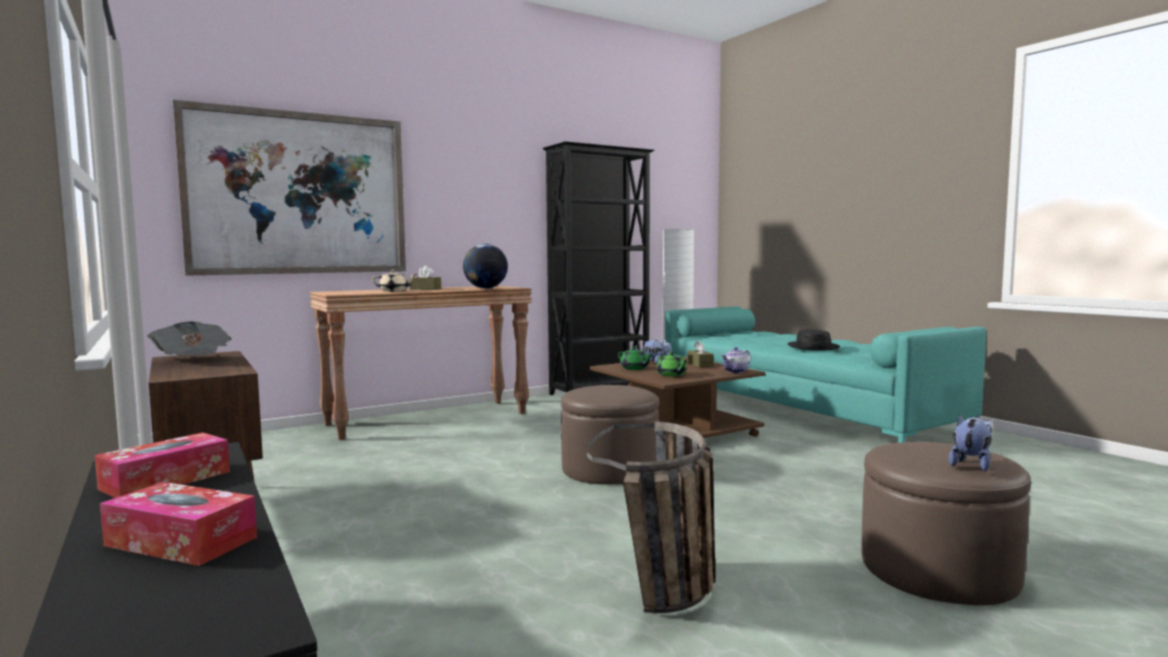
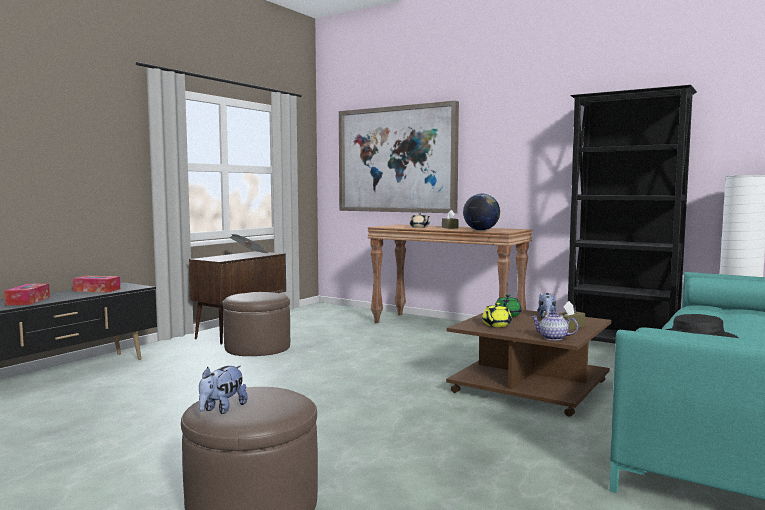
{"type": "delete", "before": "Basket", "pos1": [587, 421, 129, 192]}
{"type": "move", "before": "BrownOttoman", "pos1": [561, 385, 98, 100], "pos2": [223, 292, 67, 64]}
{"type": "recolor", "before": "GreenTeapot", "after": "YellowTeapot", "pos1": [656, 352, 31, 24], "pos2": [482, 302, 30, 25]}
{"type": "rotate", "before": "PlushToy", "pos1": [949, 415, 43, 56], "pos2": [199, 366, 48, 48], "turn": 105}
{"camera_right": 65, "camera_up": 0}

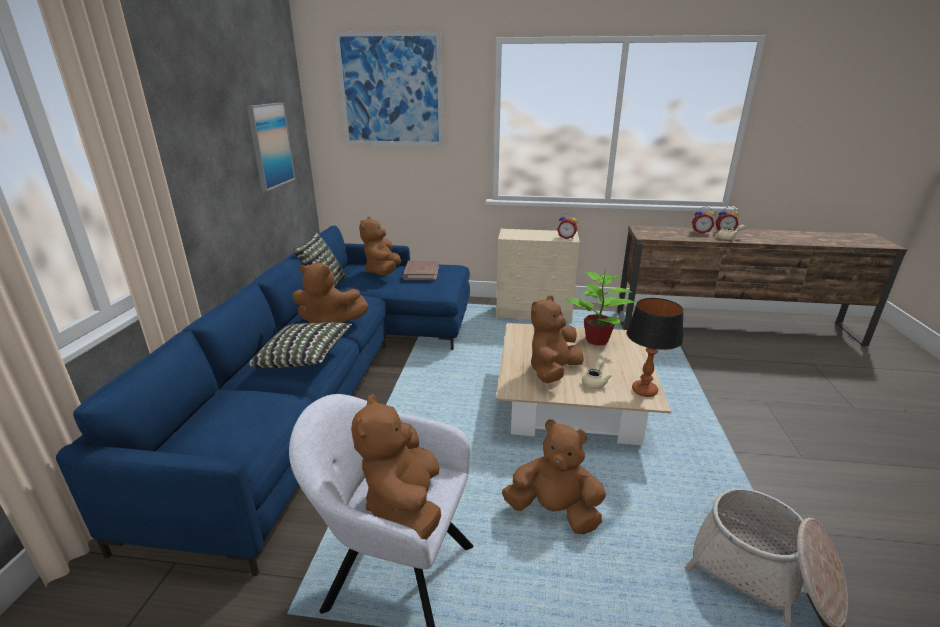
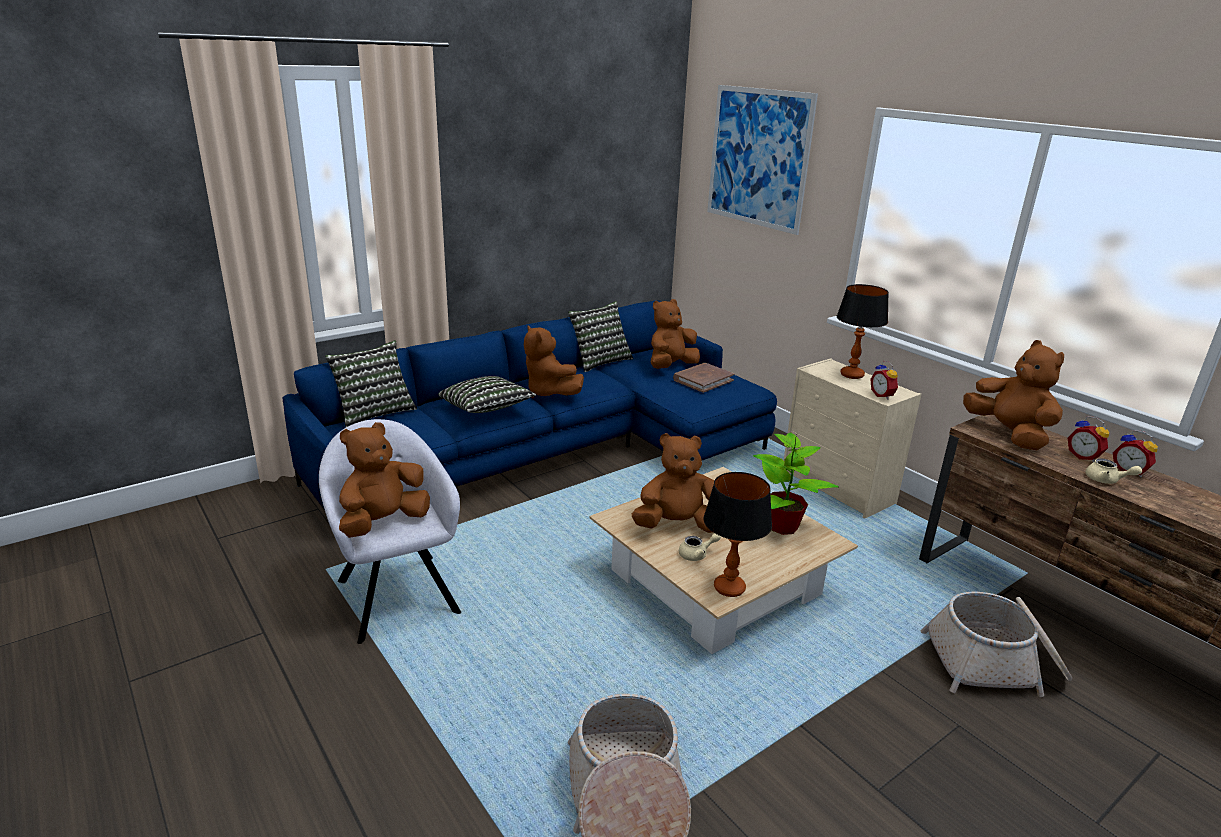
{"type": "delete", "before": "Picture", "pos1": [247, 103, 48, 88]}
{"type": "insert", "after": "Pillow", "pos2": [325, 340, 92, 87]}
{"type": "insert", "after": "TableLamp", "pos2": [837, 284, 52, 95]}
{"type": "insert", "after": "Basket", "pos2": [920, 592, 152, 105]}
{"type": "move", "before": "BrownPlushToy", "pos1": [502, 419, 104, 115], "pos2": [963, 340, 101, 110]}
{"camera_right": 45, "camera_up": 0}

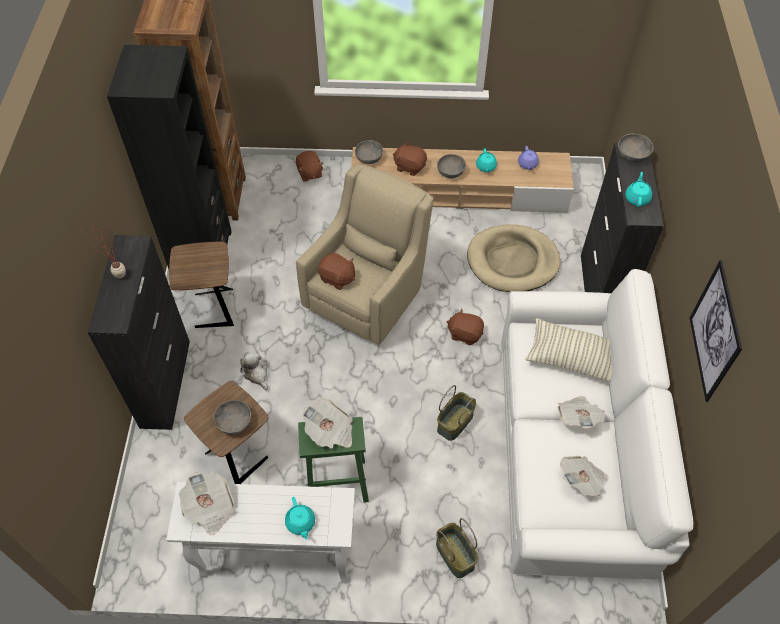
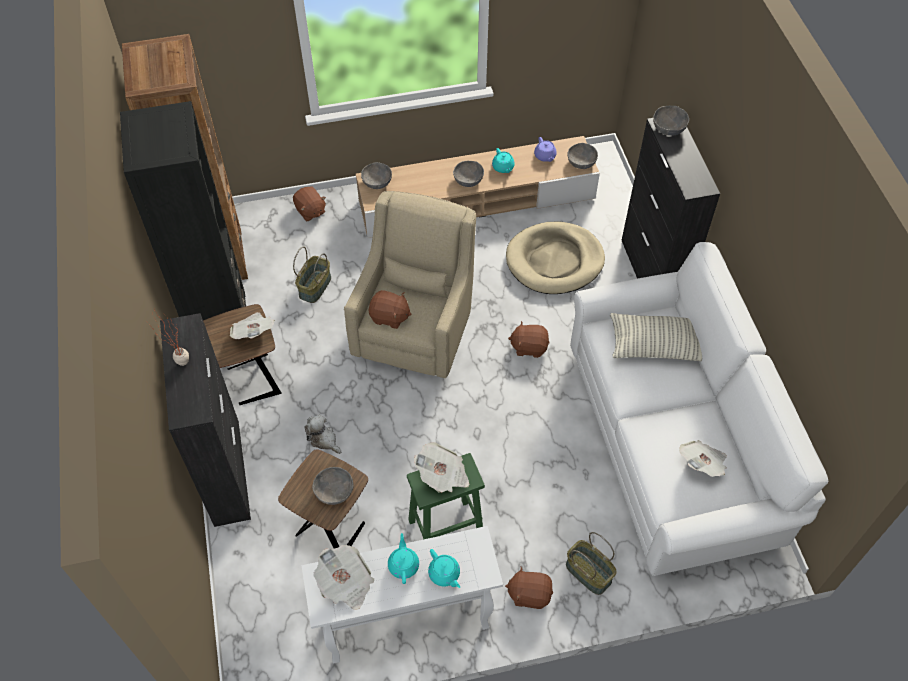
{"type": "delete", "before": "Picture", "pos1": [690, 260, 52, 142]}
{"type": "insert", "after": "GreyBowl", "pos2": [568, 143, 30, 26]}
{"type": "move", "before": "BrownPlushToy", "pos1": [393, 142, 34, 34], "pos2": [505, 567, 48, 42]}
{"type": "move", "before": "Basket", "pos1": [437, 385, 39, 56], "pos2": [293, 247, 38, 56]}
{"type": "move", "before": "Newspaper", "pos1": [558, 396, 47, 33], "pos2": [230, 312, 45, 27]}
{"type": "move", "before": "TurquoiseTeapot", "pos1": [625, 172, 27, 35], "pos2": [388, 533, 31, 51]}
{"camera_right": -15, "camera_up": 0}

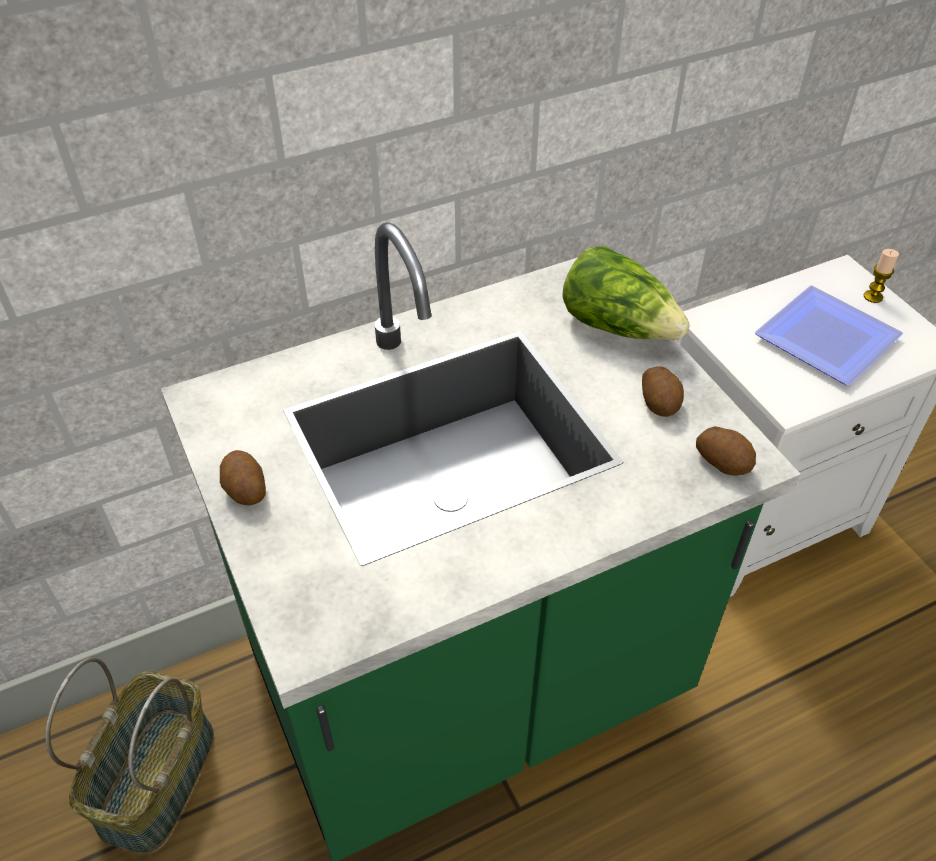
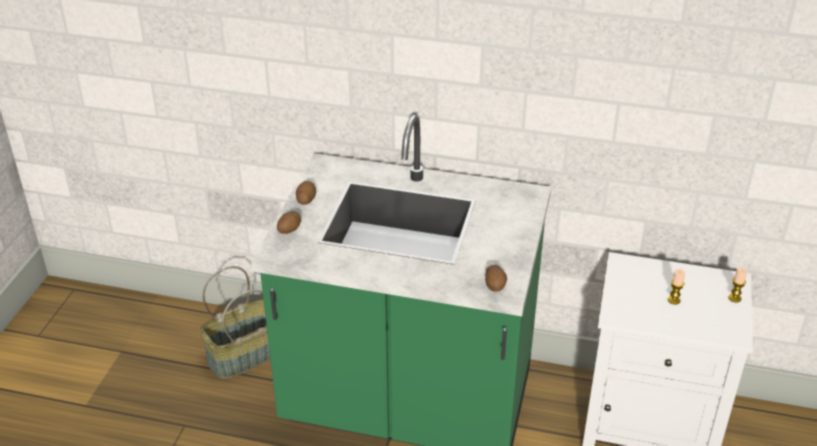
{"type": "delete", "before": "Lettuce", "pos1": [562, 246, 128, 94]}
{"type": "move", "before": "Potato", "pos1": [642, 366, 42, 51], "pos2": [277, 211, 24, 23]}
{"type": "replace", "before": "Plate", "after": "Candle", "pos1": [755, 285, 148, 100], "pos2": [668, 269, 17, 36]}
{"camera_right": 40, "camera_up": -10}

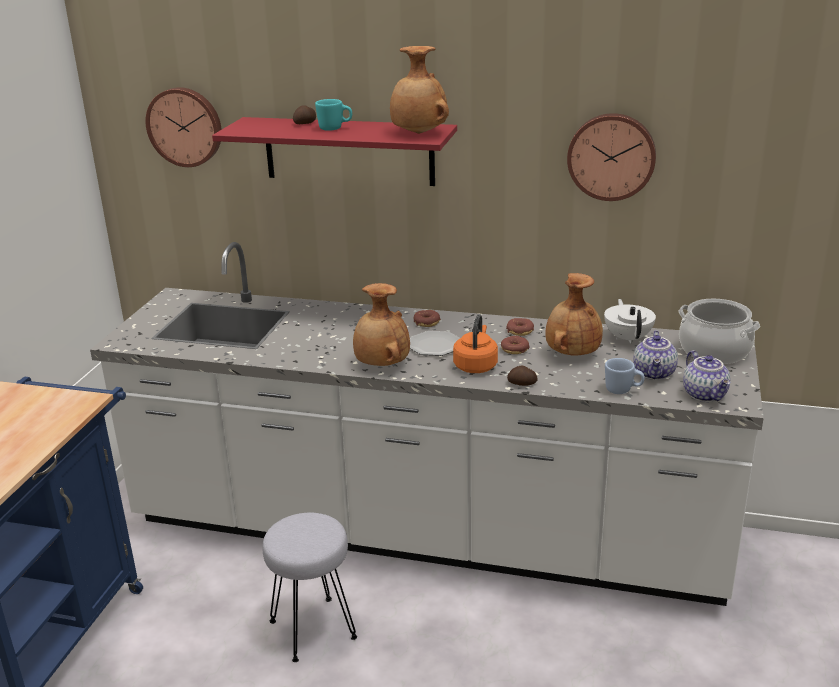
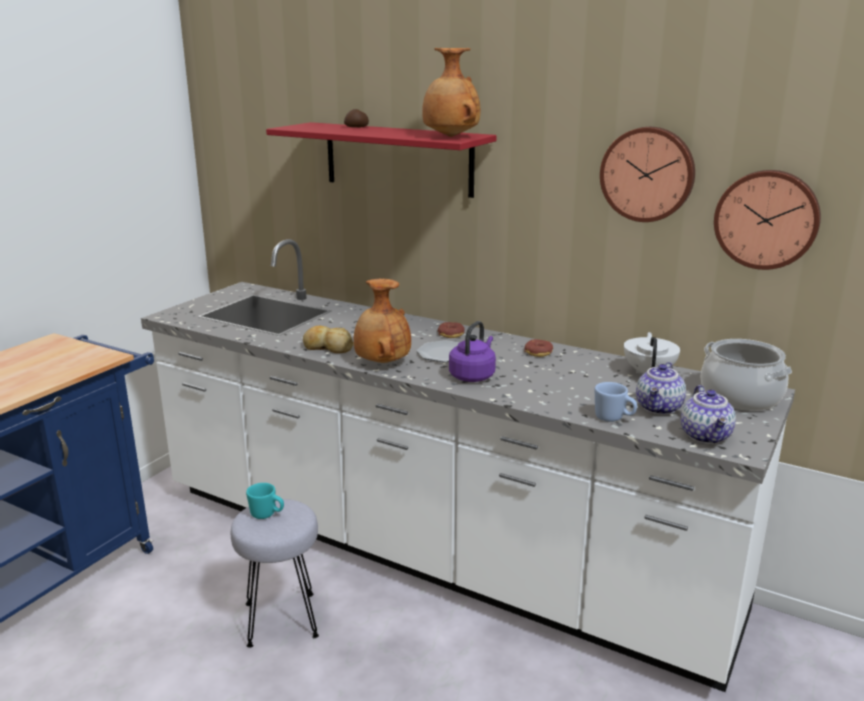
{"type": "delete", "before": "Donut", "pos1": [501, 336, 29, 18]}
{"type": "delete", "before": "Potato", "pos1": [507, 365, 31, 21]}
{"type": "delete", "before": "BrownVase", "pos1": [546, 273, 57, 83]}
{"type": "insert", "after": "Bread", "pos2": [303, 326, 51, 27]}
{"type": "move", "before": "WallClock", "pos1": [145, 87, 77, 80], "pos2": [714, 170, 107, 100]}
{"type": "move", "before": "TurquoiseMug", "pos1": [315, 99, 37, 32], "pos2": [246, 483, 38, 36]}
{"type": "recolor", "before": "OrangeKettle", "after": "PurpleKettle", "pos1": [453, 314, 45, 59], "pos2": [449, 321, 47, 61]}
{"camera_right": 15, "camera_up": -5}

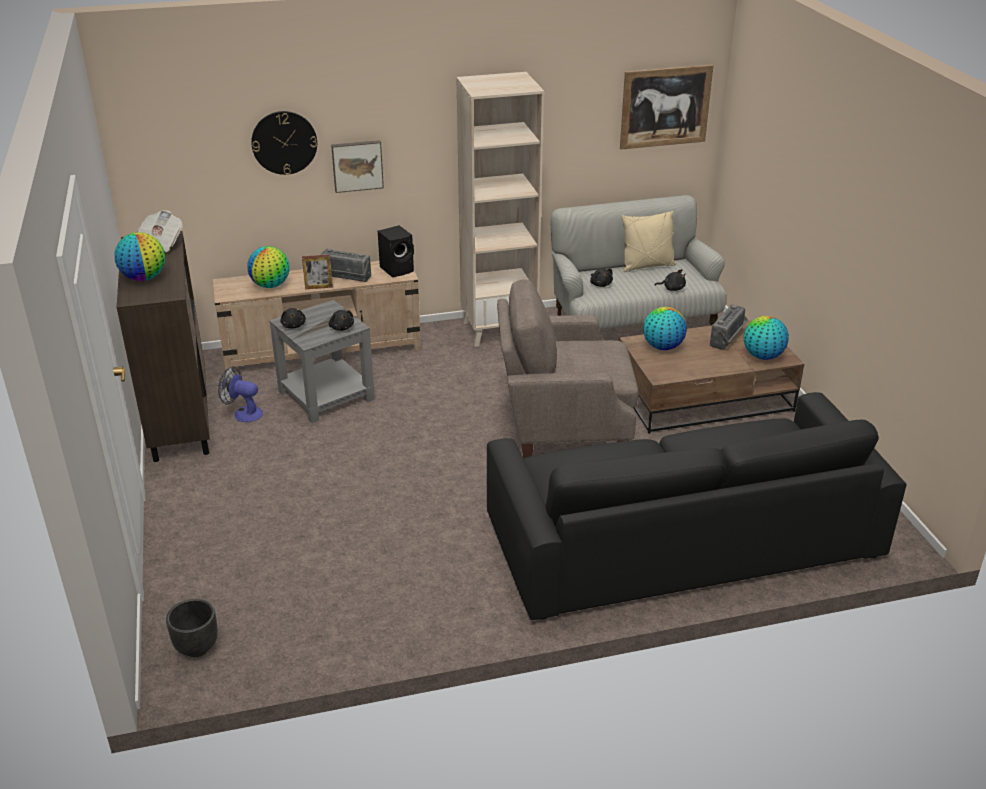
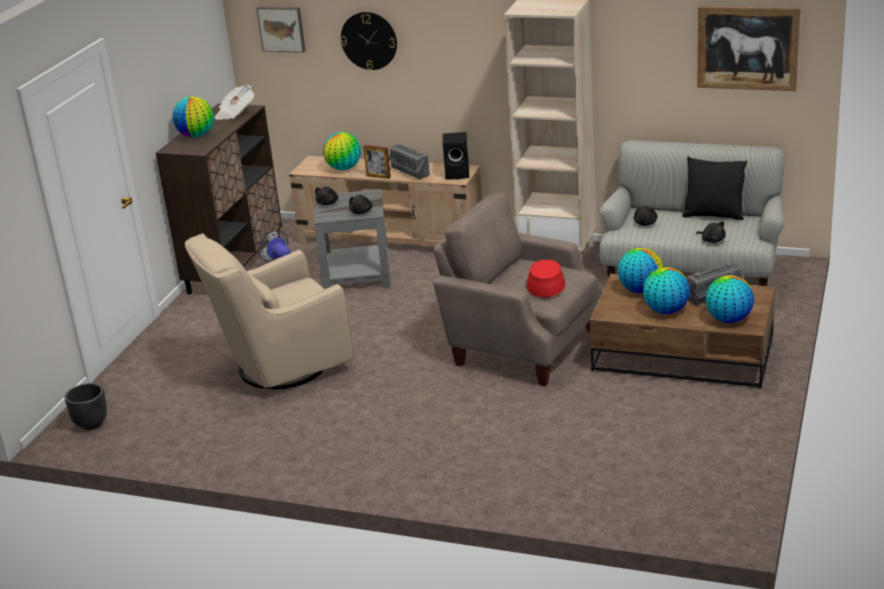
{"type": "delete", "before": "BlackSofa", "pos1": [487, 392, 420, 228]}
{"type": "insert", "after": "BeigeArmchair", "pos2": [185, 233, 169, 157]}
{"type": "insert", "after": "RedHat", "pos2": [527, 260, 38, 37]}
{"type": "insert", "after": "Globe", "pos2": [643, 267, 47, 47]}
{"type": "move", "before": "Picture", "pos1": [331, 140, 53, 53], "pos2": [257, 6, 49, 47]}
{"type": "recolor", "before": "BeigePillow", "after": "BlackPillow", "pos1": [622, 211, 54, 61], "pos2": [682, 157, 65, 63]}
{"camera_right": 35, "camera_up": -5}

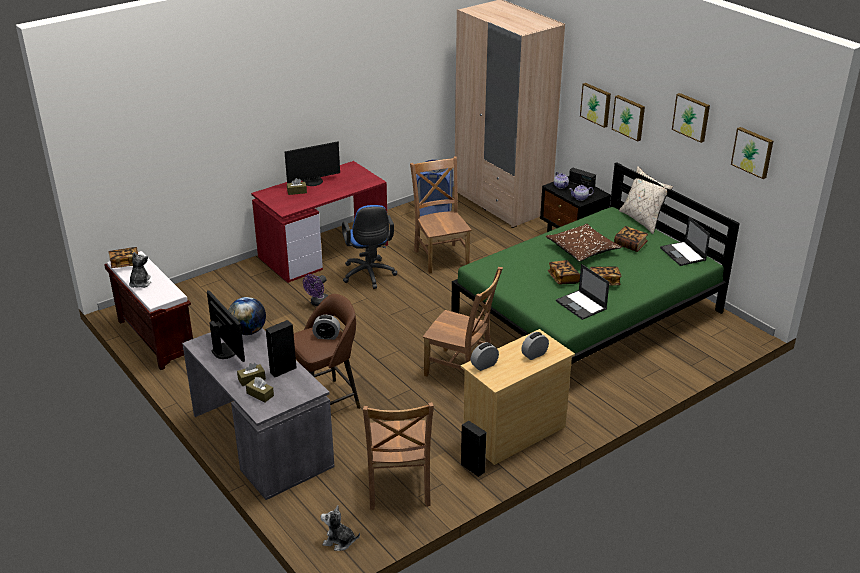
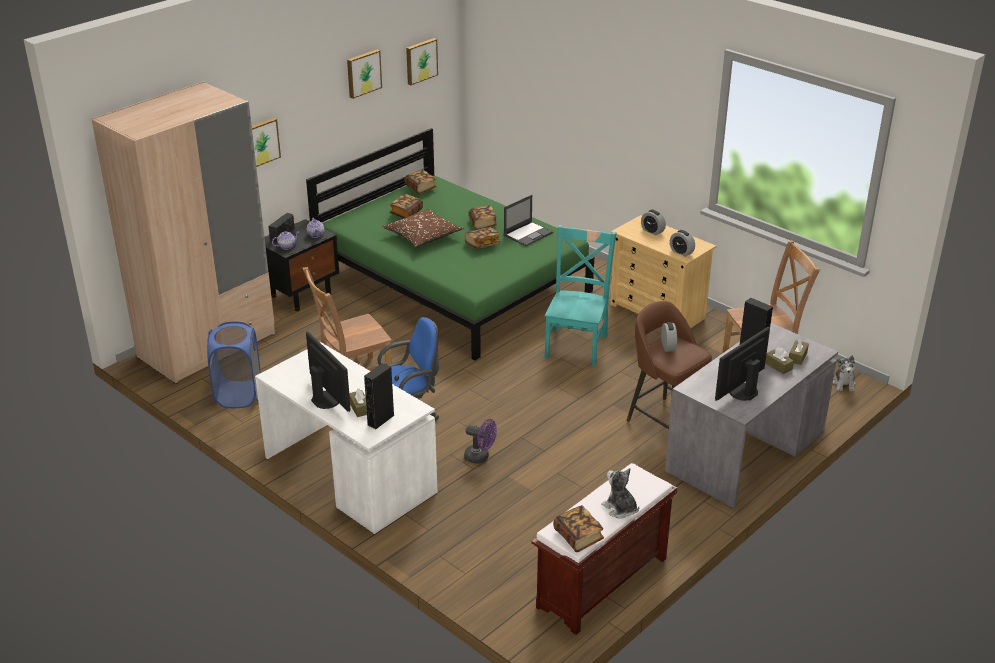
{"type": "delete", "before": "Globe", "pos1": [228, 297, 38, 38]}
{"type": "delete", "before": "Picture", "pos1": [612, 95, 33, 46]}
{"type": "delete", "before": "BeigePillow", "pos1": [619, 166, 54, 68]}
{"type": "move", "before": "BlackSpeaker", "pos1": [461, 420, 25, 57], "pos2": [364, 363, 31, 66]}
{"type": "replace", "before": "Laptop", "after": "Book", "pos1": [660, 216, 50, 50], "pos2": [405, 170, 32, 24]}
{"type": "recolor", "before": "RedDesk", "after": "WhiteDesk", "pos1": [251, 161, 137, 122], "pos2": [255, 342, 182, 192]}
{"type": "recolor", "before": "BrownChair", "after": "TurquoiseChair", "pos1": [423, 267, 80, 110], "pos2": [545, 225, 72, 141]}
{"type": "rotate", "before": "PlushToy", "pos1": [129, 252, 22, 36], "pos2": [601, 468, 38, 50], "turn": 60}
{"camera_right": -100, "camera_up": 0}

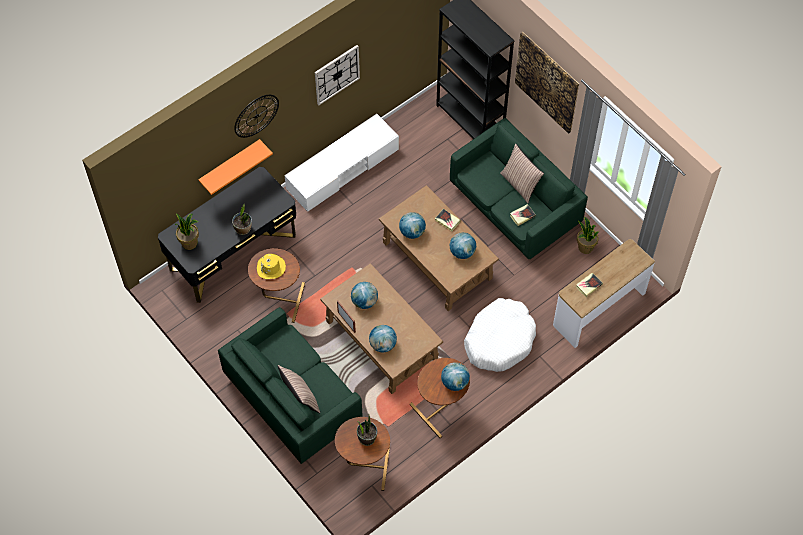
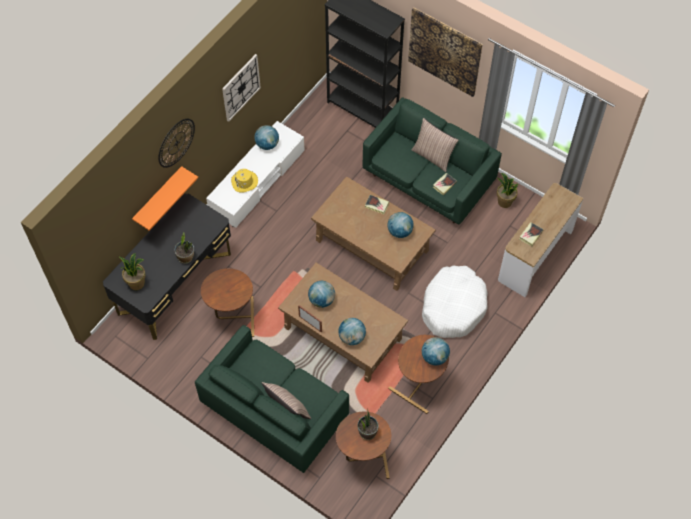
{"type": "move", "before": "YellowHat", "pos1": [257, 254, 29, 25], "pos2": [231, 169, 27, 24]}
{"type": "move", "before": "Globe", "pos1": [399, 212, 27, 27], "pos2": [254, 125, 25, 25]}
{"camera_right": -15, "camera_up": 0}

